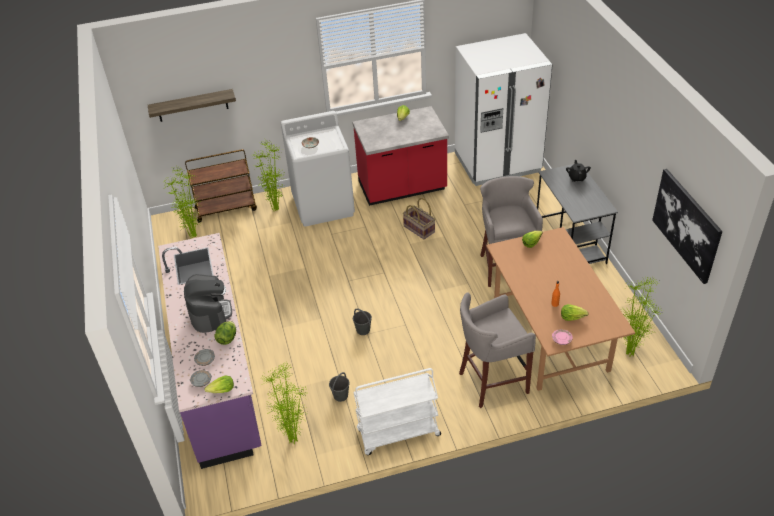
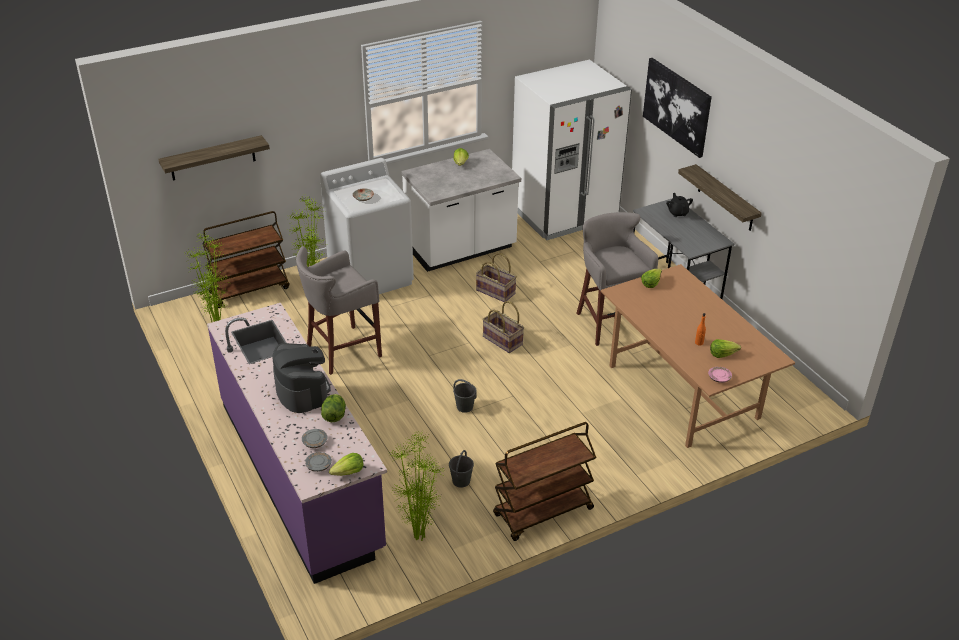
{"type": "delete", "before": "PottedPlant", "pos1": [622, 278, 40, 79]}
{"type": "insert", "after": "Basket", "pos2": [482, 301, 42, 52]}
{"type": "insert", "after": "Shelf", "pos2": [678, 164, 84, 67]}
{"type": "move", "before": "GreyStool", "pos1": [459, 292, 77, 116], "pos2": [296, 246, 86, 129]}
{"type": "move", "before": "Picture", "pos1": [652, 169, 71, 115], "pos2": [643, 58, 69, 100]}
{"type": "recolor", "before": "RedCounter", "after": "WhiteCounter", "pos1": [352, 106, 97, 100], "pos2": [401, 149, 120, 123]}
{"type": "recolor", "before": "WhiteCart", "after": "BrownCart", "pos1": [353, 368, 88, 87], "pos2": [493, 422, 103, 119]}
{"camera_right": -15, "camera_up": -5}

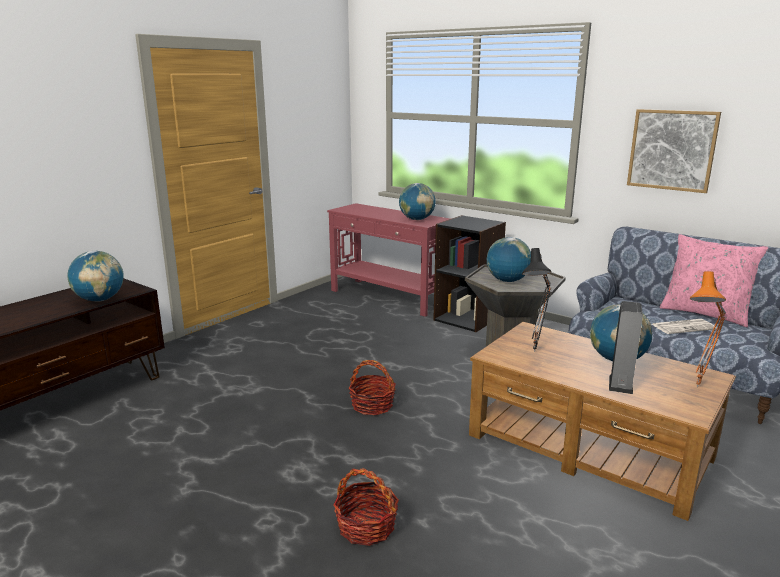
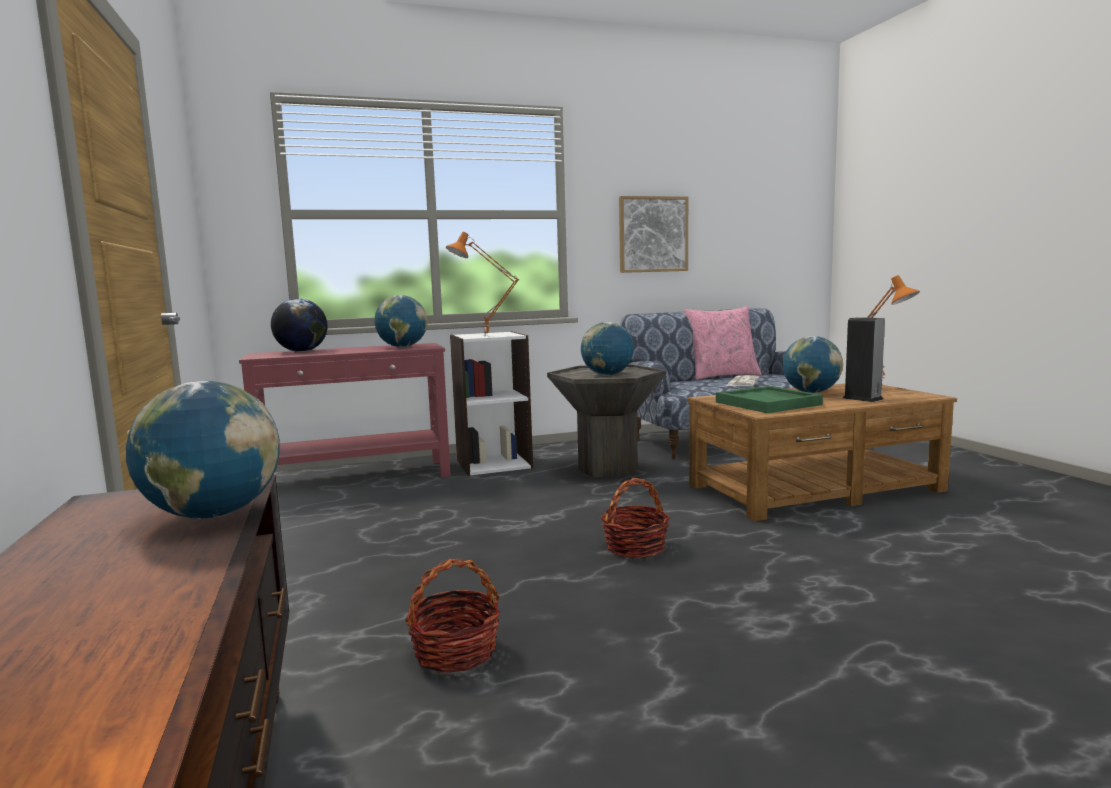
{"type": "insert", "after": "Globe", "pos2": [271, 298, 57, 54]}
{"type": "insert", "after": "OrangeTableLamp", "pos2": [446, 232, 73, 102]}
{"type": "move", "before": "Basket", "pos1": [333, 468, 66, 78], "pos2": [405, 558, 95, 115]}
{"type": "replace", "before": "BlackTableLamp", "after": "GreenTray", "pos1": [522, 248, 30, 104], "pos2": [716, 386, 107, 27]}
{"type": "recolor", "before": "BlackBookcase", "after": "WhiteBookcase", "pos1": [433, 215, 73, 117], "pos2": [450, 332, 83, 144]}
{"camera_right": -55, "camera_up": -10}

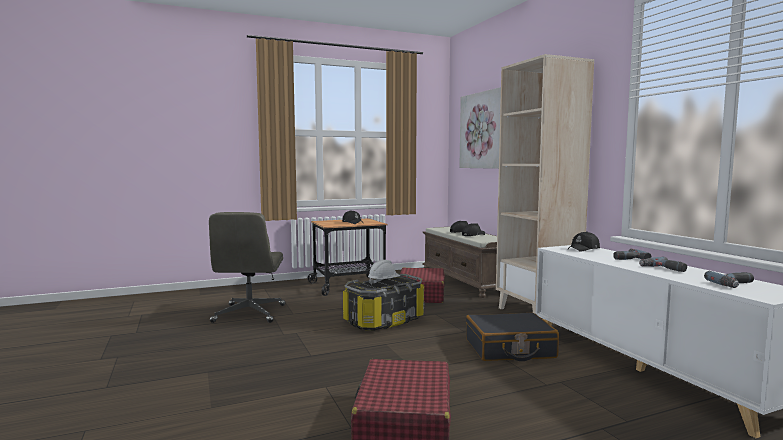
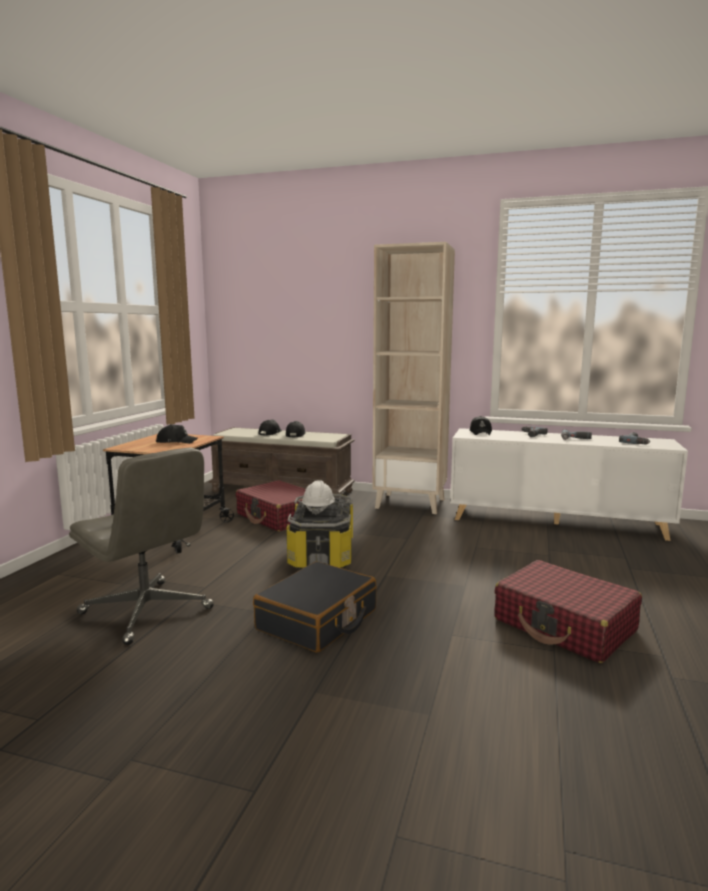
{"type": "delete", "before": "Picture", "pos1": [459, 87, 42, 82]}
{"type": "move", "before": "BlackSuitcase", "pos1": [466, 313, 93, 48], "pos2": [253, 562, 123, 91]}
{"camera_right": -50, "camera_up": 5}

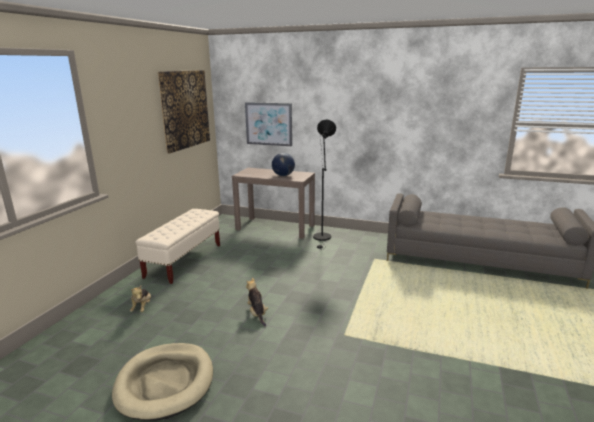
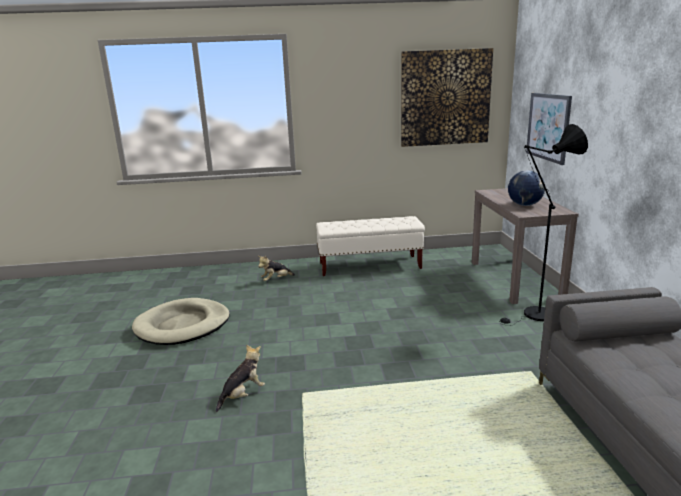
{"type": "move", "before": "PlushToy", "pos1": [246, 277, 22, 49], "pos2": [216, 344, 49, 68]}
{"camera_right": 65, "camera_up": 0}

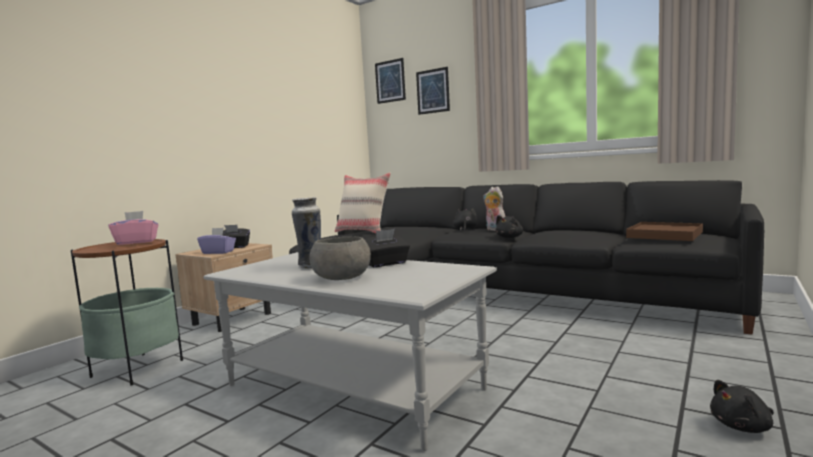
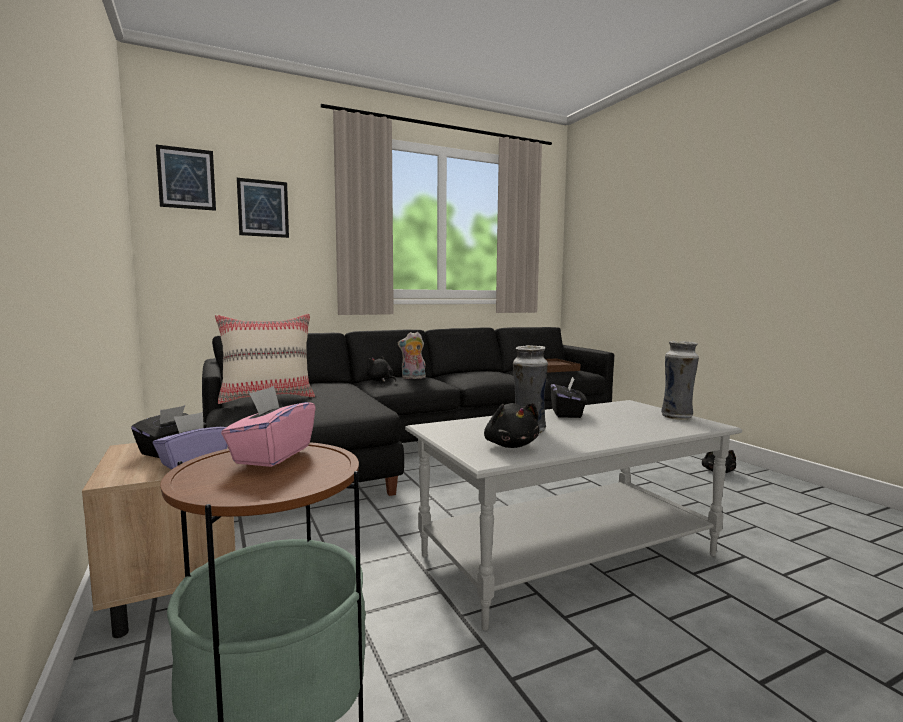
{"type": "delete", "before": "GreyBowl", "pos1": [309, 237, 62, 43]}
{"type": "insert", "after": "Vase", "pos2": [661, 341, 38, 79]}
{"type": "move", "before": "BlackPlushToy", "pos1": [495, 215, 28, 23], "pos2": [484, 403, 55, 45]}
{"camera_right": -60, "camera_up": 0}

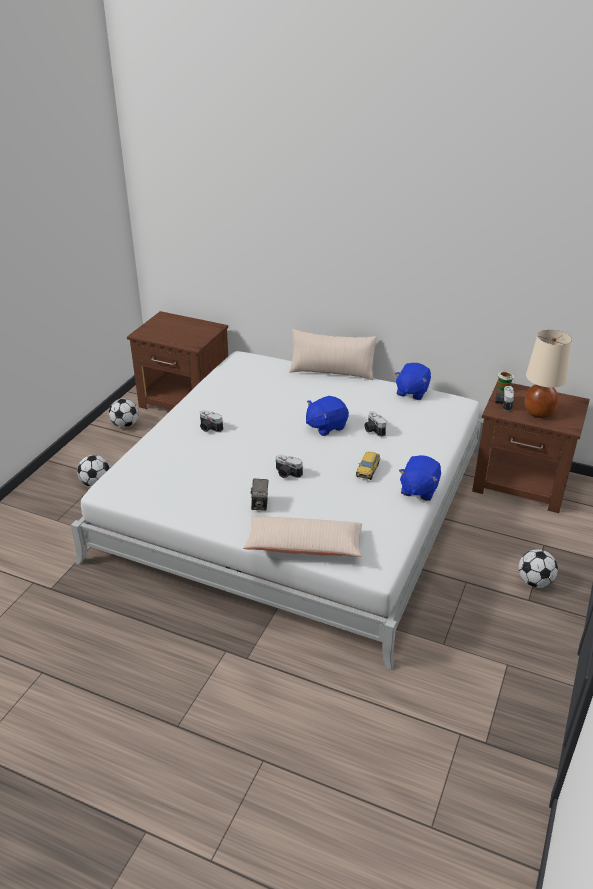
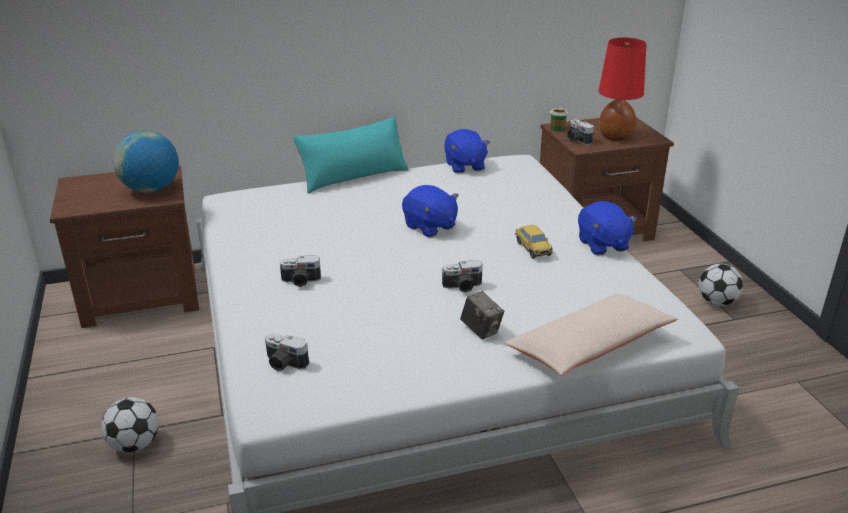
{"type": "delete", "before": "Football", "pos1": [109, 398, 30, 30]}
{"type": "insert", "after": "Globe", "pos2": [113, 130, 66, 63]}
{"type": "move", "before": "PhotoCamera", "pos1": [364, 411, 22, 26], "pos2": [265, 333, 44, 38]}
{"type": "recolor", "before": "BeigePillow", "after": "TurquoisePillow", "pos1": [289, 329, 88, 51], "pos2": [293, 116, 116, 77]}
{"type": "recolor", "before": "BeigeTableLamp", "after": "RedTableLamp", "pos1": [524, 330, 48, 88], "pos2": [599, 38, 47, 103]}
{"type": "rotate", "before": "BluePlushToy", "pos1": [306, 396, 43, 40], "pos2": [402, 185, 57, 52], "turn": -60}
{"camera_right": -40, "camera_up": -5}

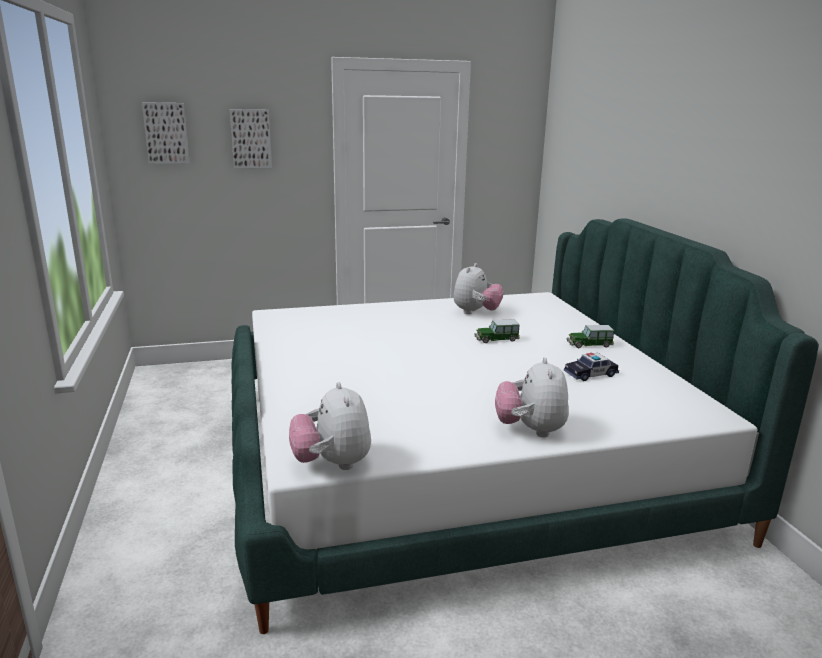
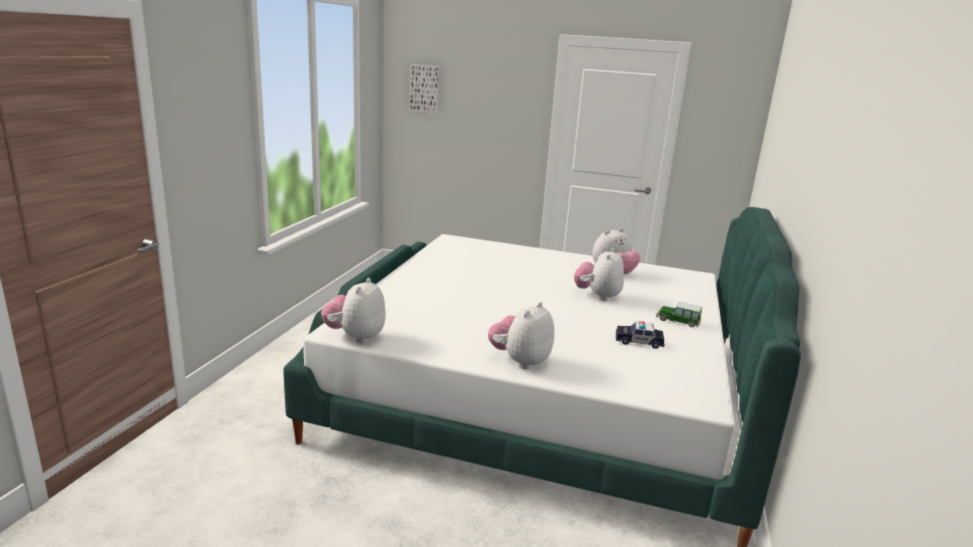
{"type": "delete", "before": "Picture", "pos1": [230, 109, 42, 60]}
{"type": "replace", "before": "ToyCar", "after": "PlushToy", "pos1": [474, 319, 46, 24], "pos2": [574, 248, 50, 53]}
{"camera_right": 30, "camera_up": 0}

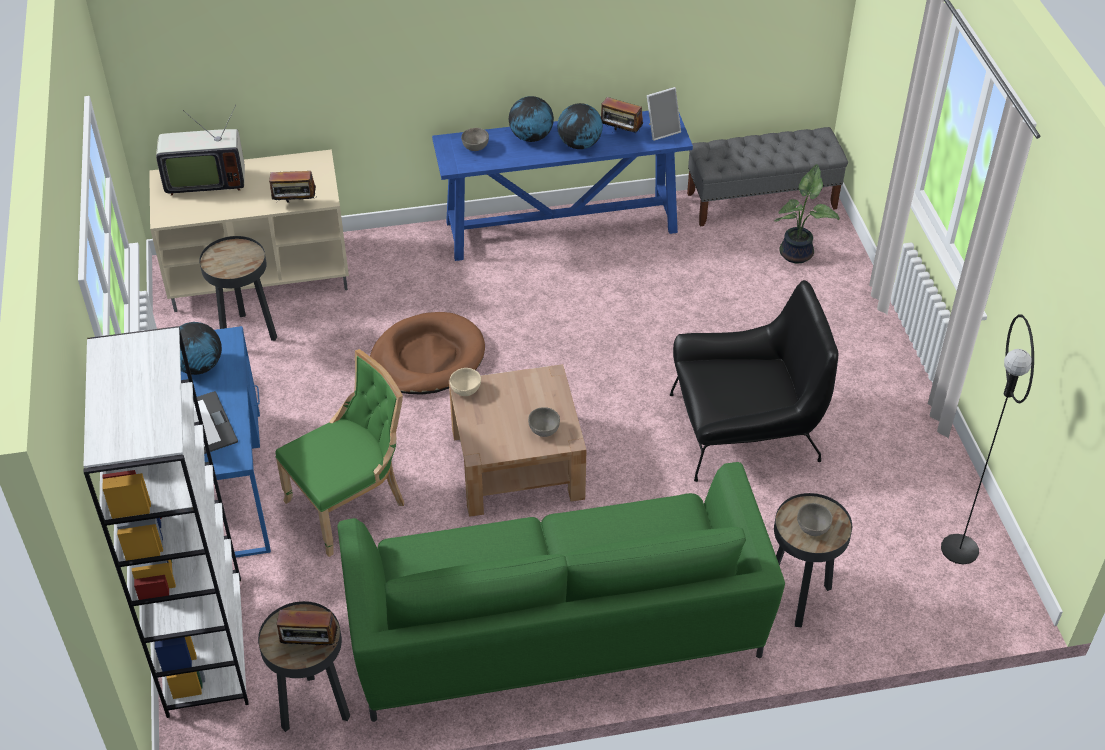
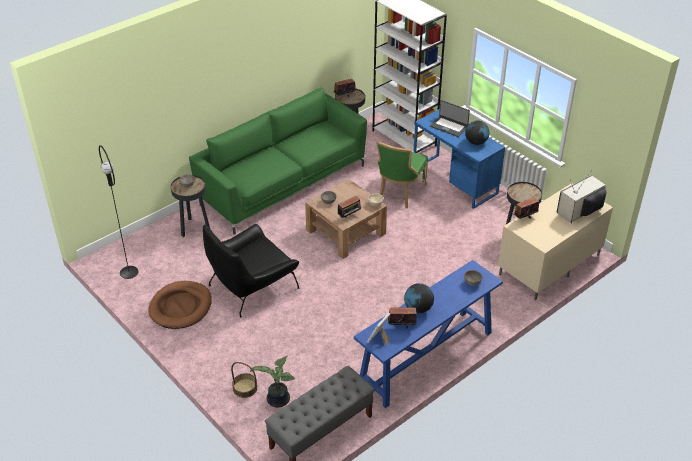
{"type": "delete", "before": "Globe", "pos1": [509, 96, 45, 46]}
{"type": "insert", "after": "Basket", "pos2": [231, 362, 27, 36]}
{"type": "insert", "after": "Radio", "pos2": [338, 196, 23, 23]}
{"type": "move", "before": "BrownDogBed", "pos1": [370, 312, 115, 83], "pos2": [148, 281, 64, 48]}
{"camera_right": 150, "camera_up": -5}

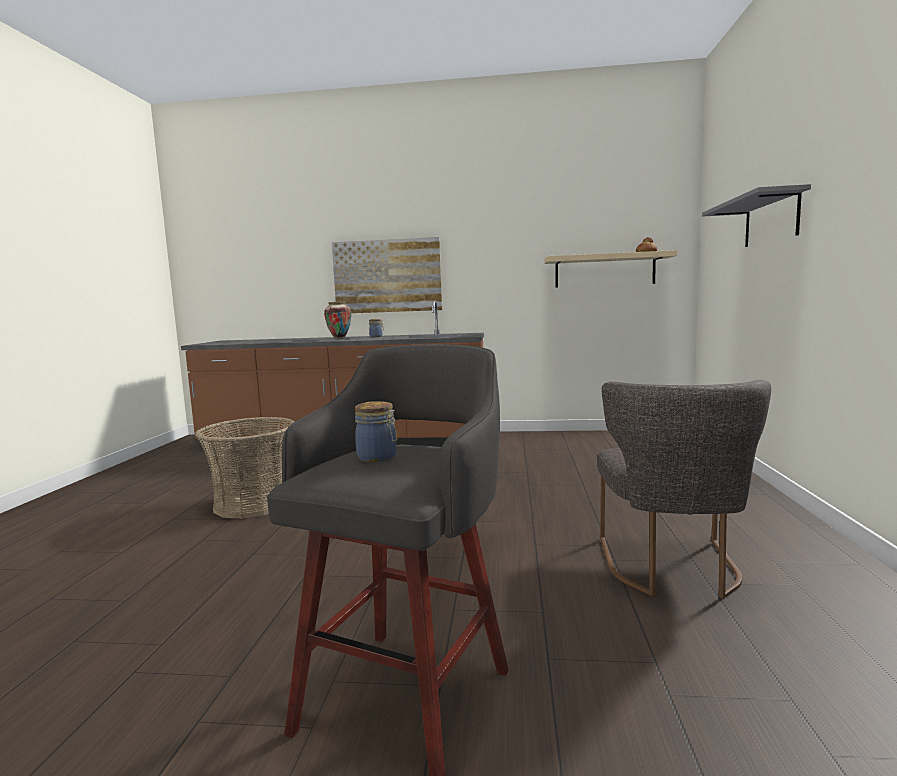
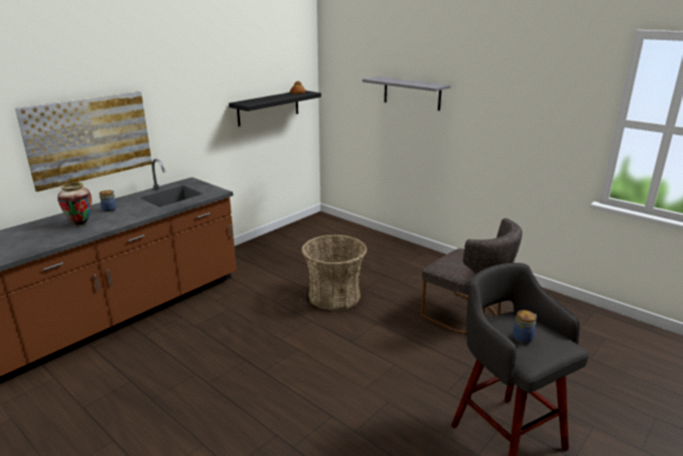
{"type": "move", "before": "Basket", "pos1": [195, 417, 100, 102], "pos2": [301, 235, 66, 76]}
{"type": "recolor", "before": "BeigeShelf", "after": "BlackShelf", "pos1": [544, 250, 133, 37], "pos2": [229, 90, 92, 37]}
{"camera_right": -55, "camera_up": 15}

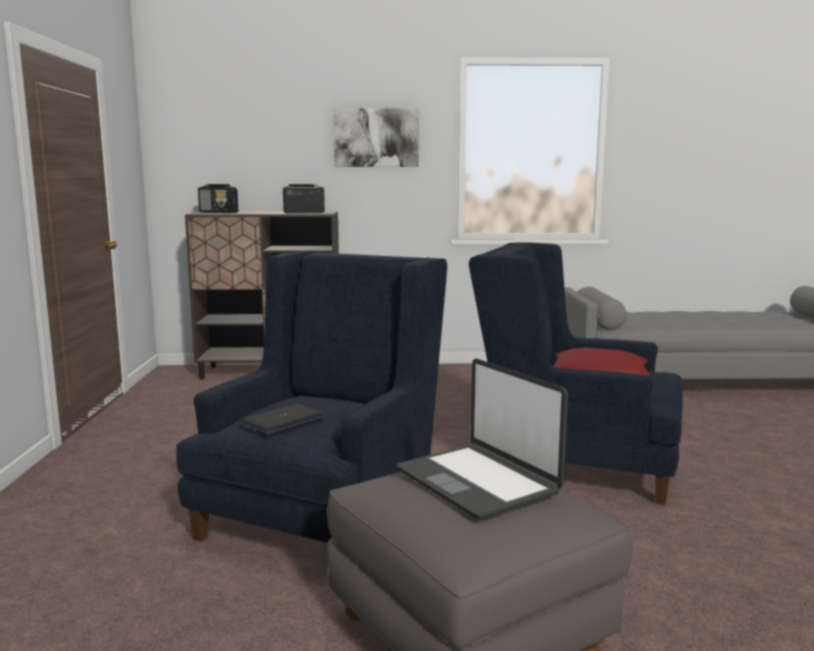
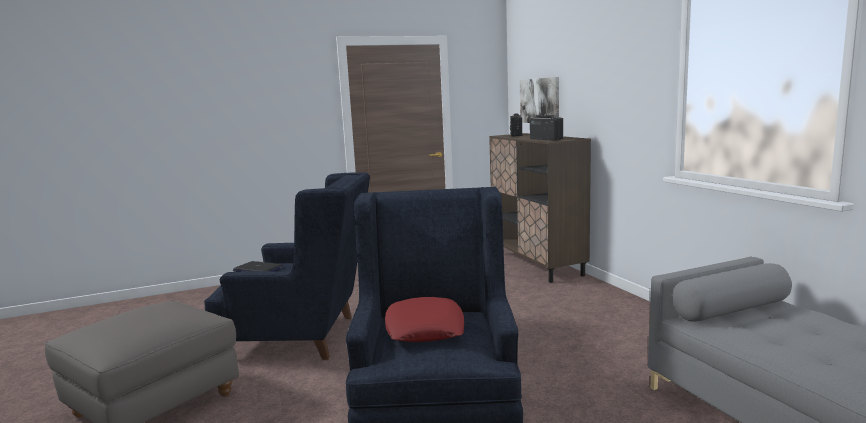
{"type": "delete", "before": "Laptop", "pos1": [397, 358, 171, 161]}
{"type": "move", "before": "Picture", "pos1": [333, 108, 86, 59], "pos2": [520, 77, 39, 46]}
{"camera_right": 70, "camera_up": 0}

